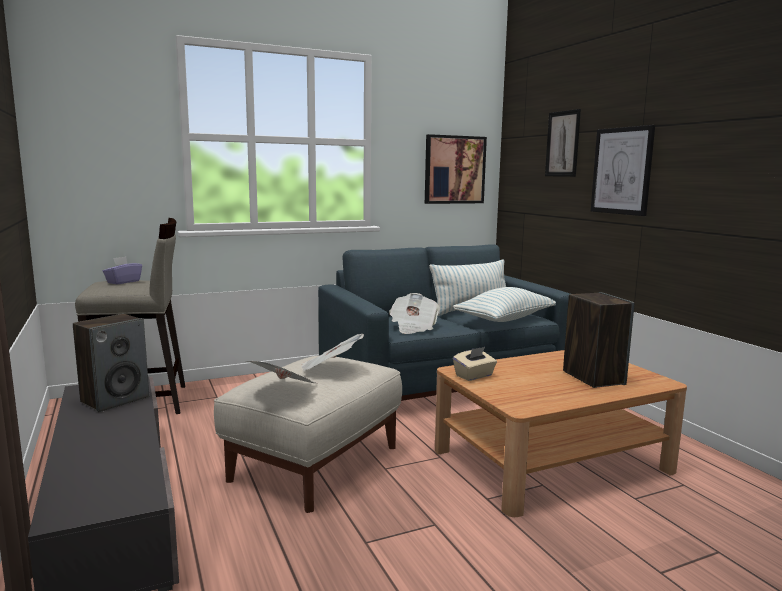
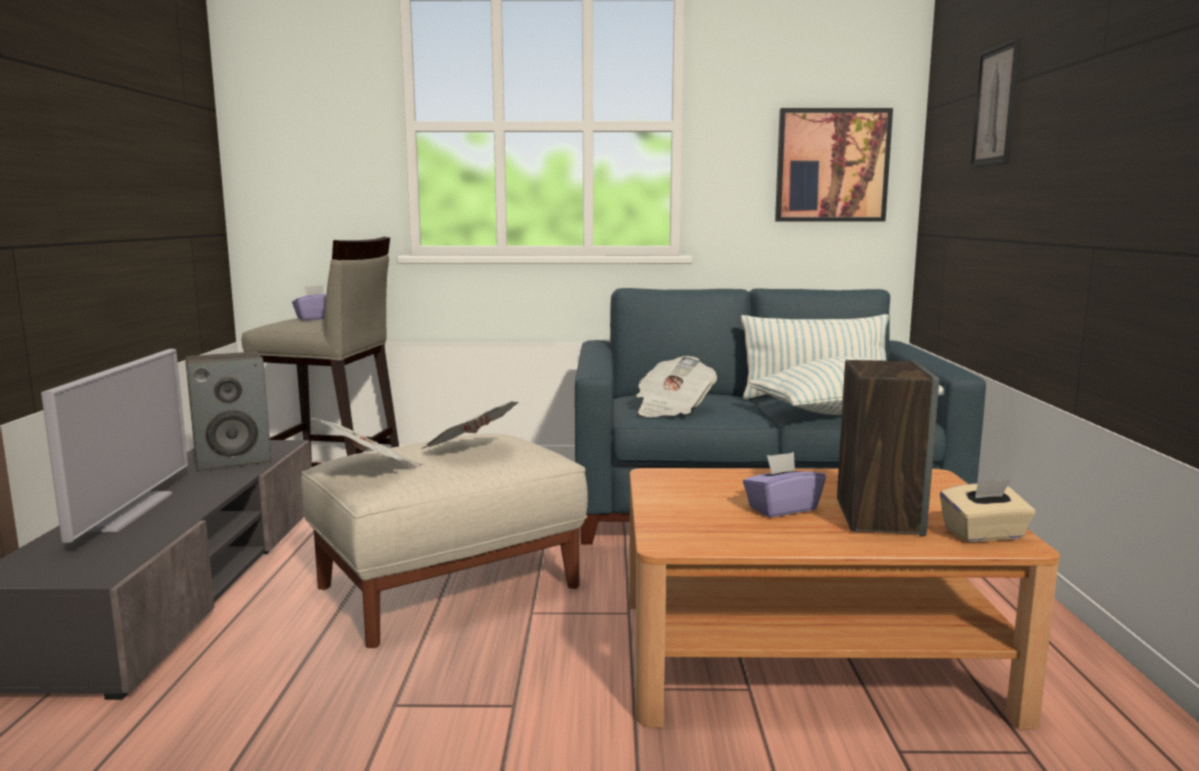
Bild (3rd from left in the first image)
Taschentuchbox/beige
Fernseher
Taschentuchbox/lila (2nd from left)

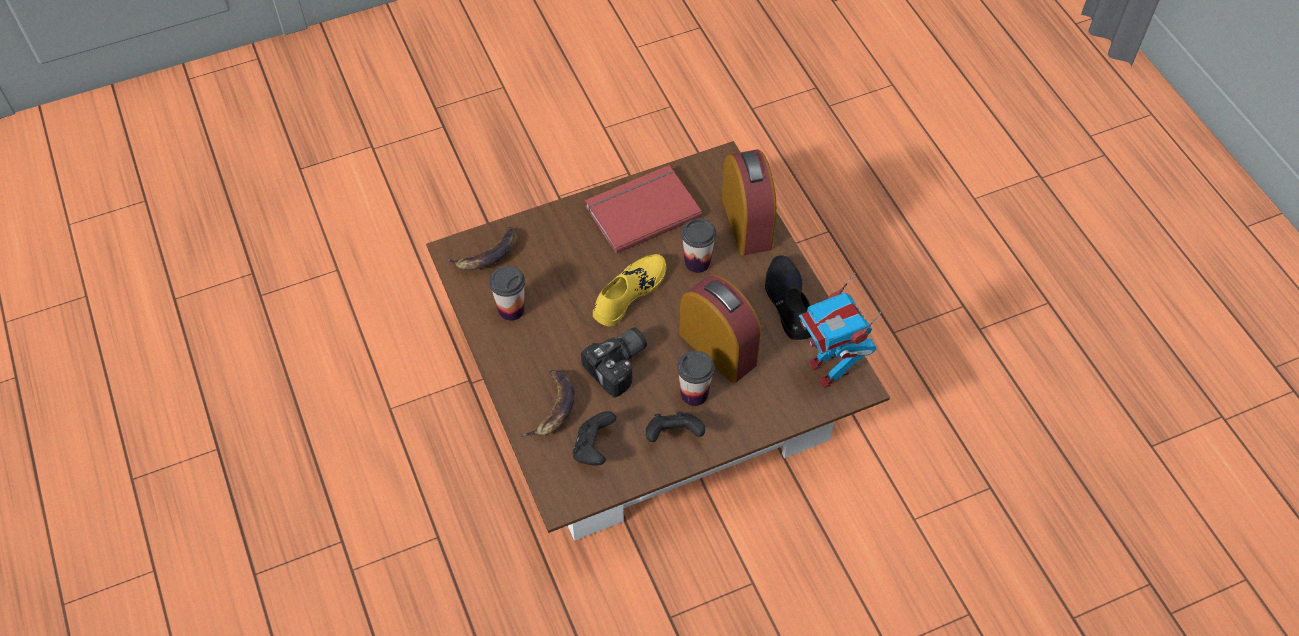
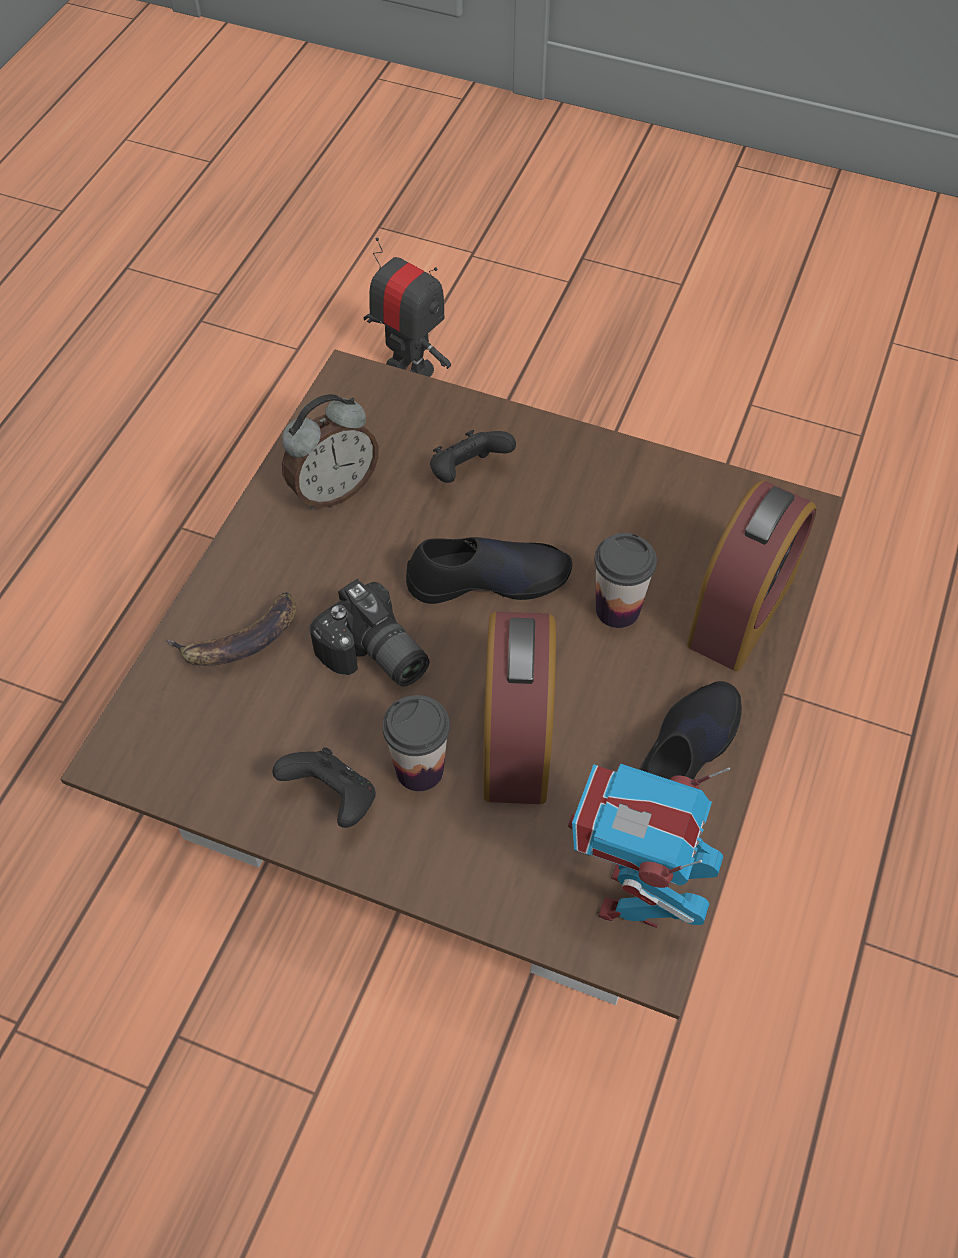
Buch/rot
Banane (1st from left in the first image)
Schuh/schwarz (1st from left)
Wecker (1st from left)
Kamera
Gamepad/schwarz (2nd from left)
Spielzeugroboter (1st from left)

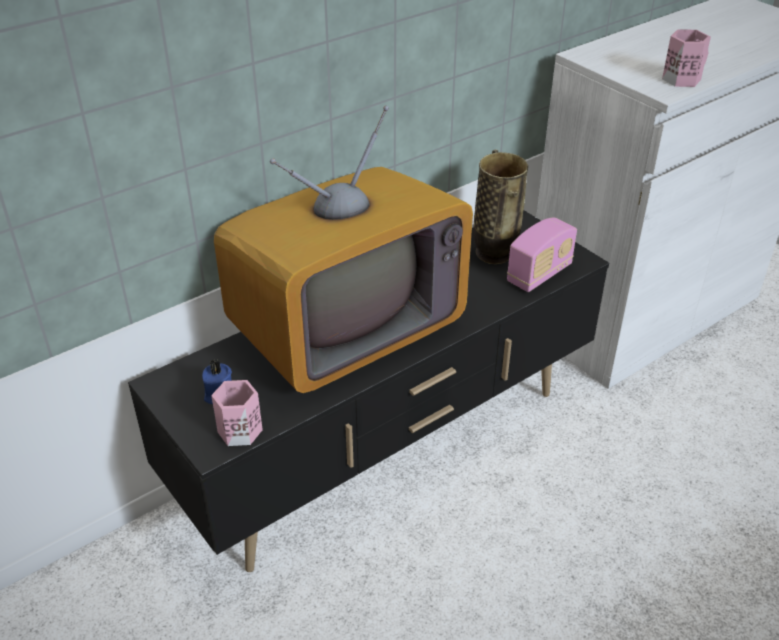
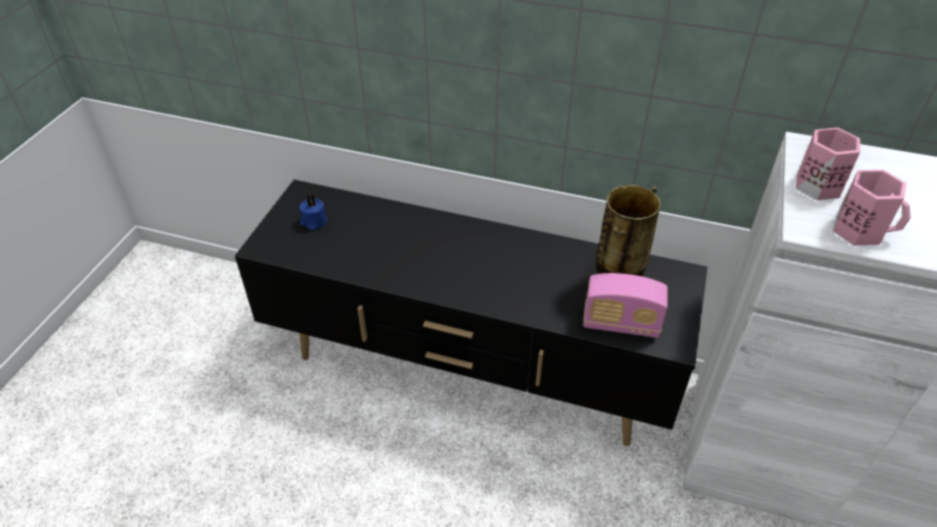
Fernseher
Henkelbecher/rosa (1st from left)

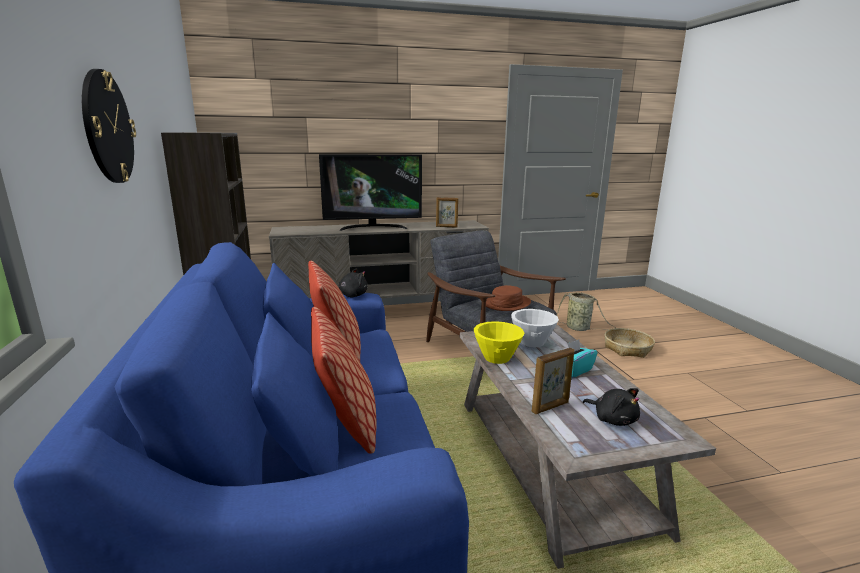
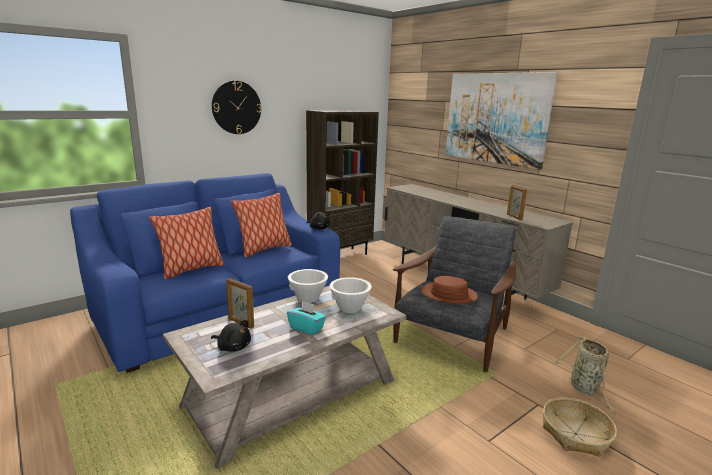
Fernseher
Schüssel/weiß (1st from left)
Plüschtier/schwarz (1st from left)
Bild

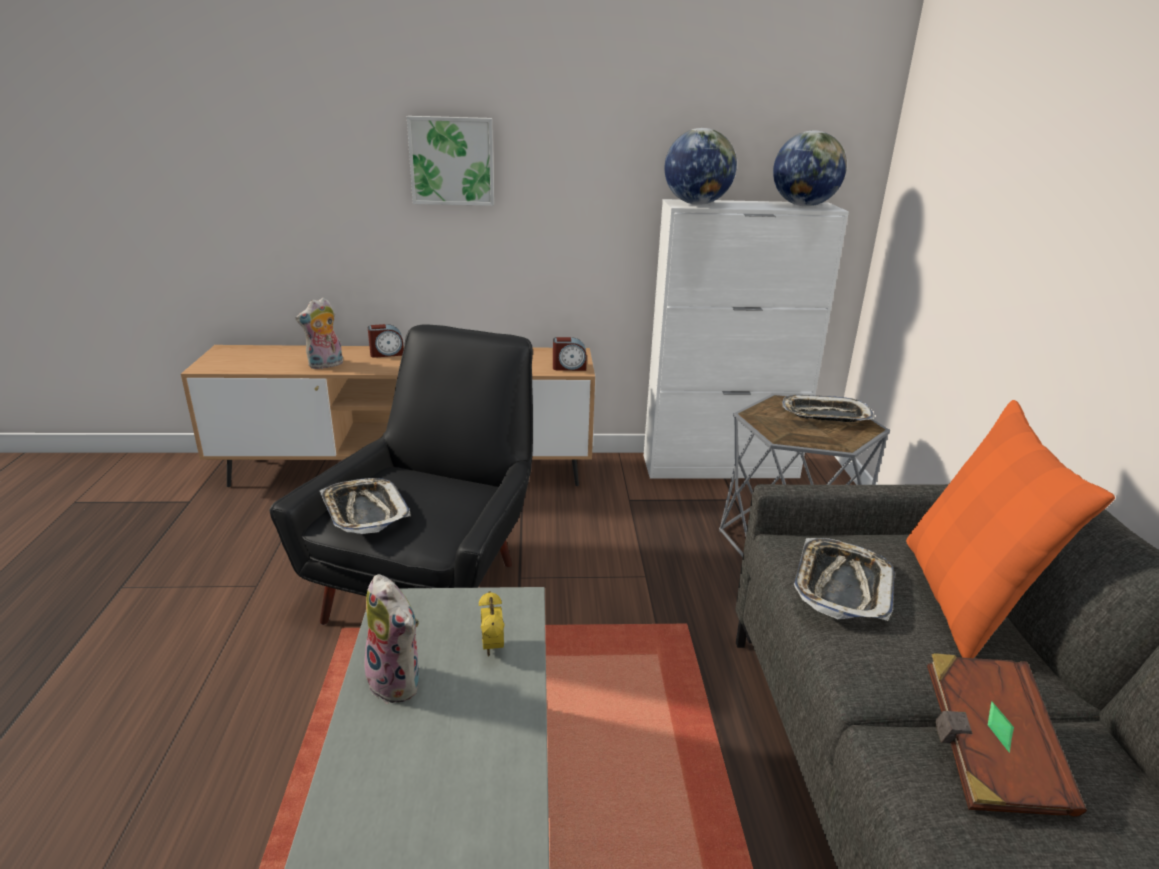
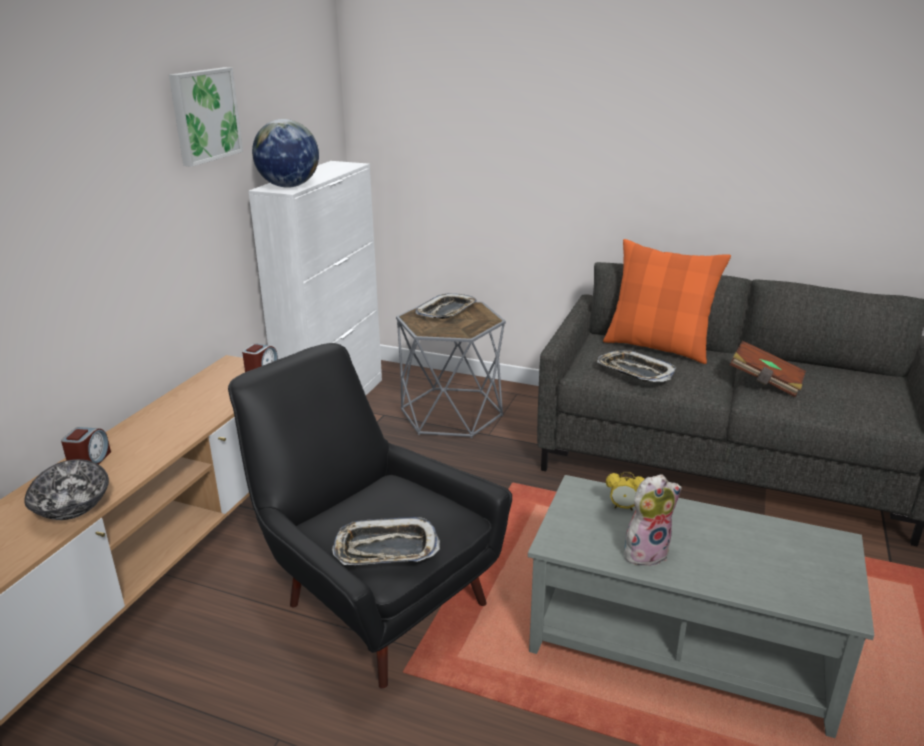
Bild
Globus (2nd from left in the first image)
Schüssel

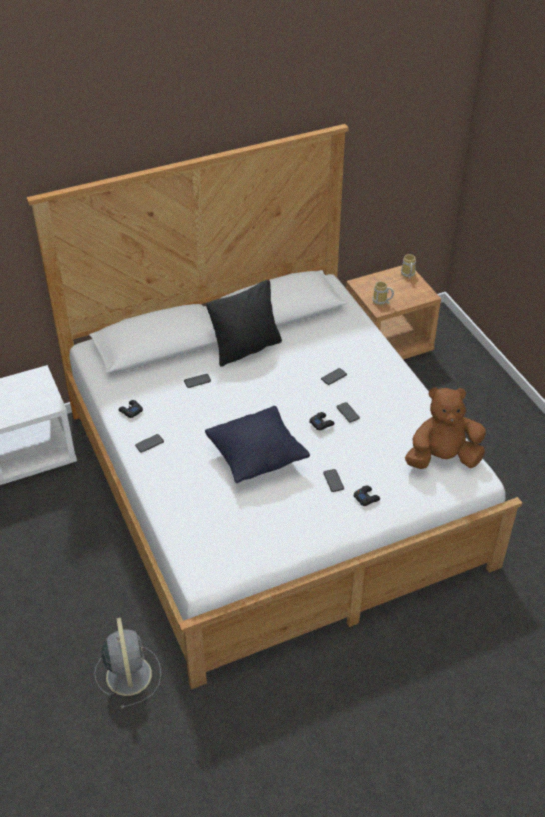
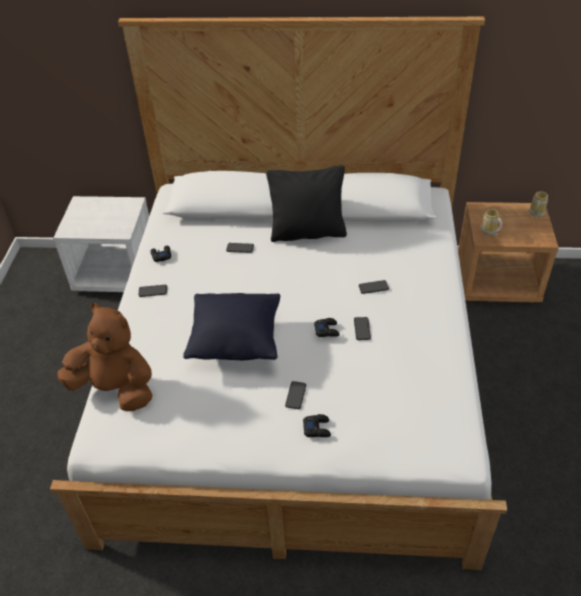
Plüschtier/braun
Ventilator/grau

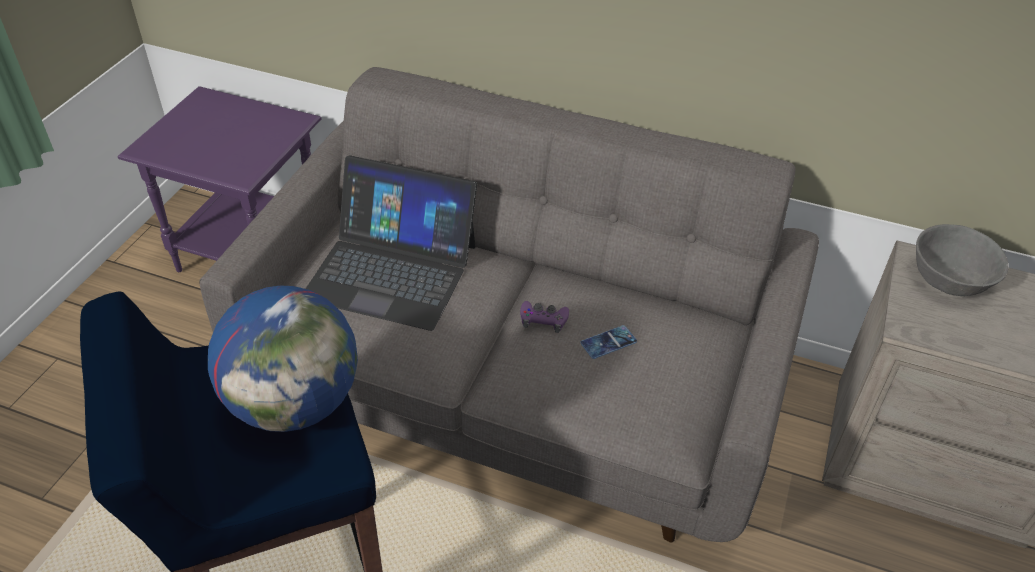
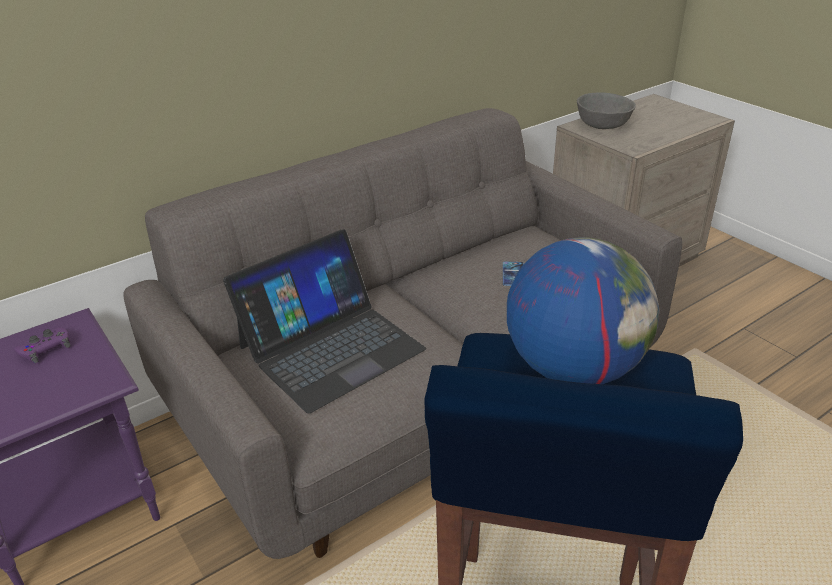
Gamepad/lila

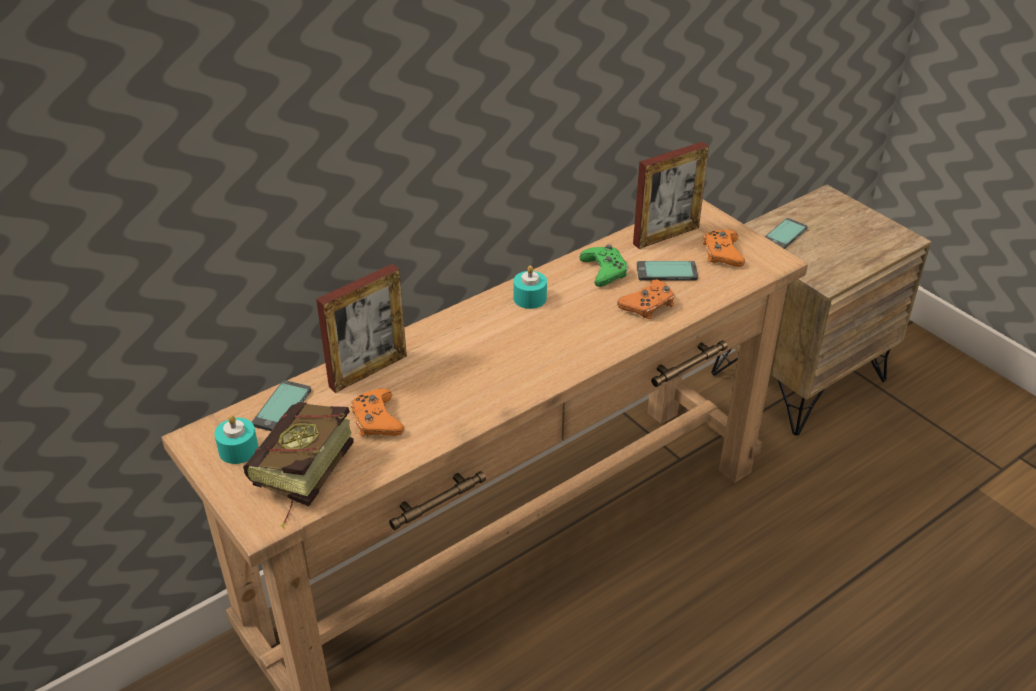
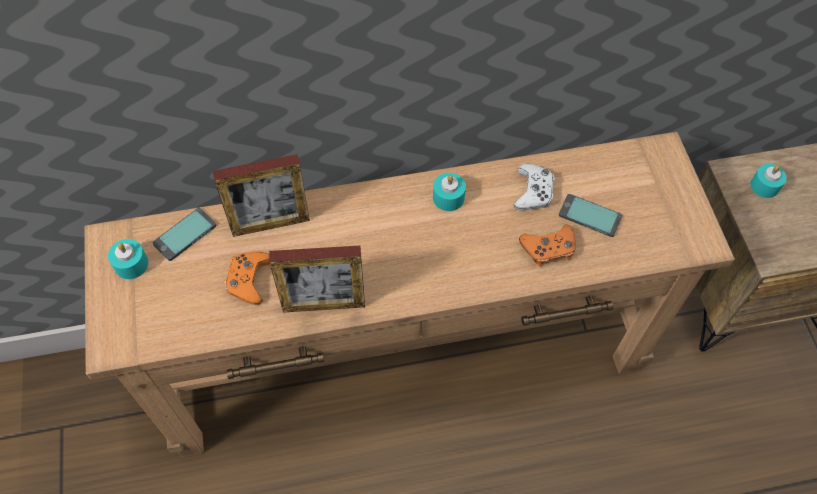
Bilderrahmen (2nd from left)
Kerze/türkis (3rd from left)
Gamepad/orange (3rd from left in the first image)
Gamepad/weiß
Buch

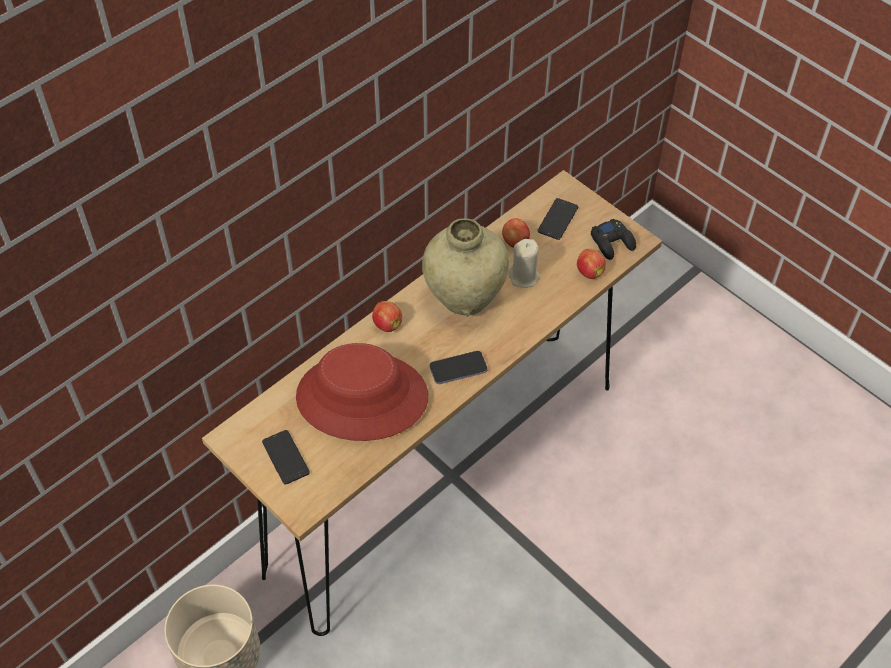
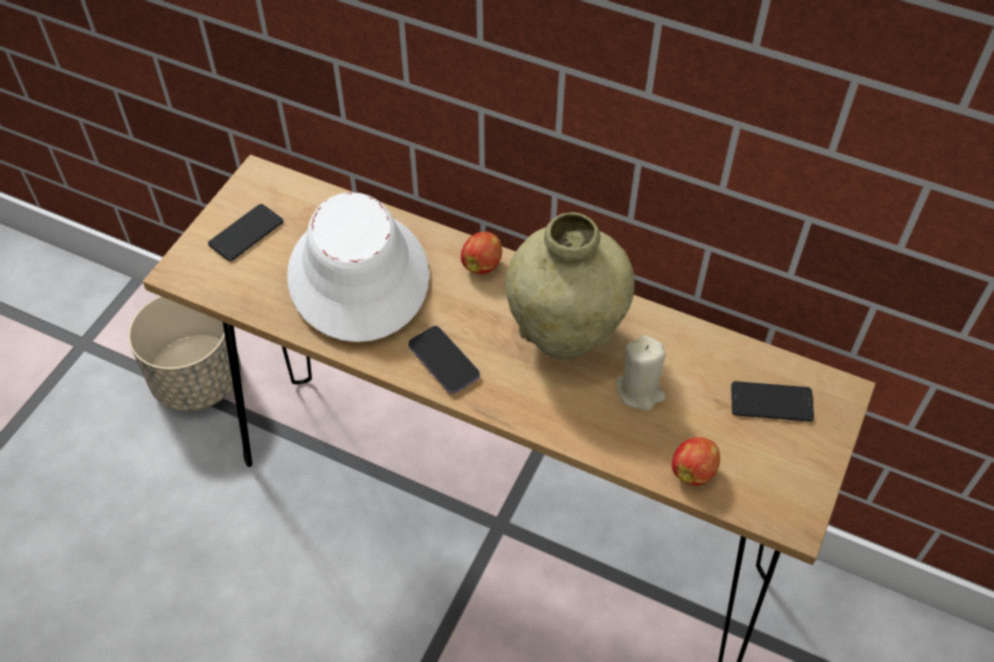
Apfel (2nd from left in the first image)
Gamepad/schwarz
Hut/weiß

